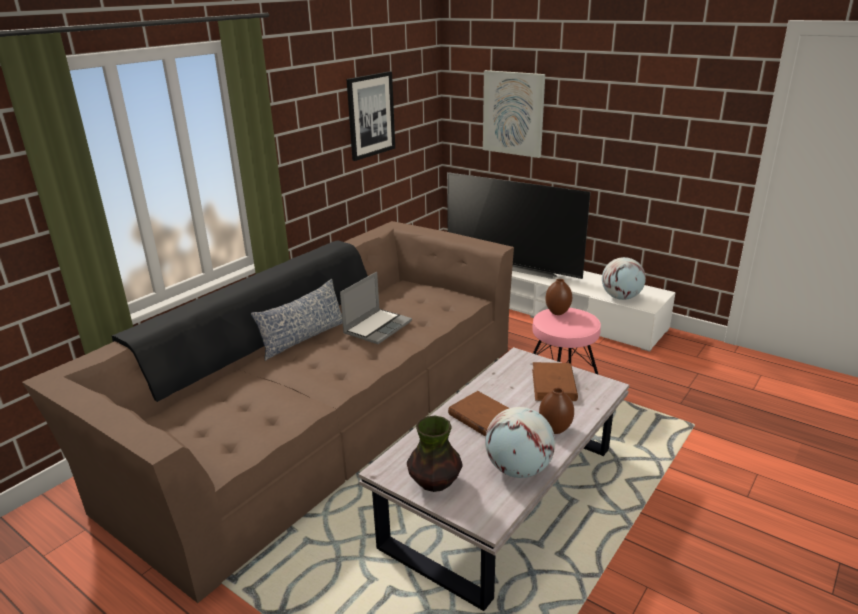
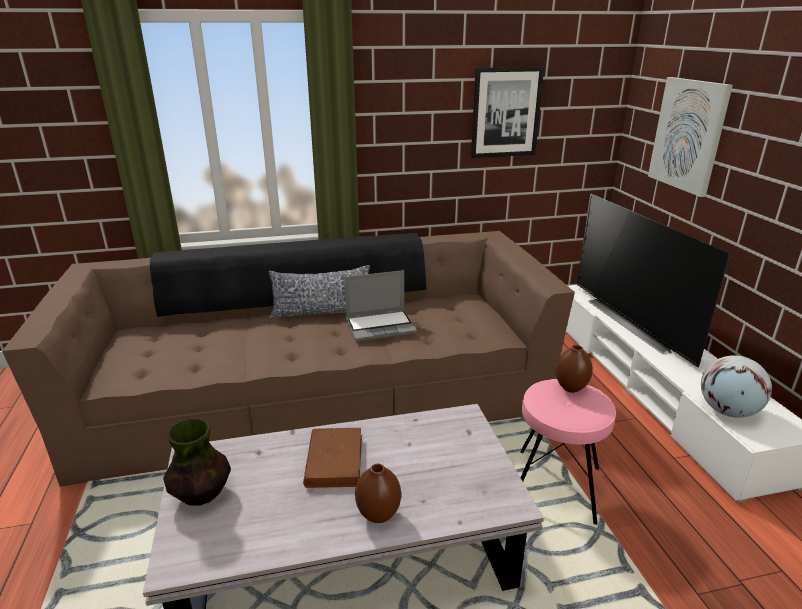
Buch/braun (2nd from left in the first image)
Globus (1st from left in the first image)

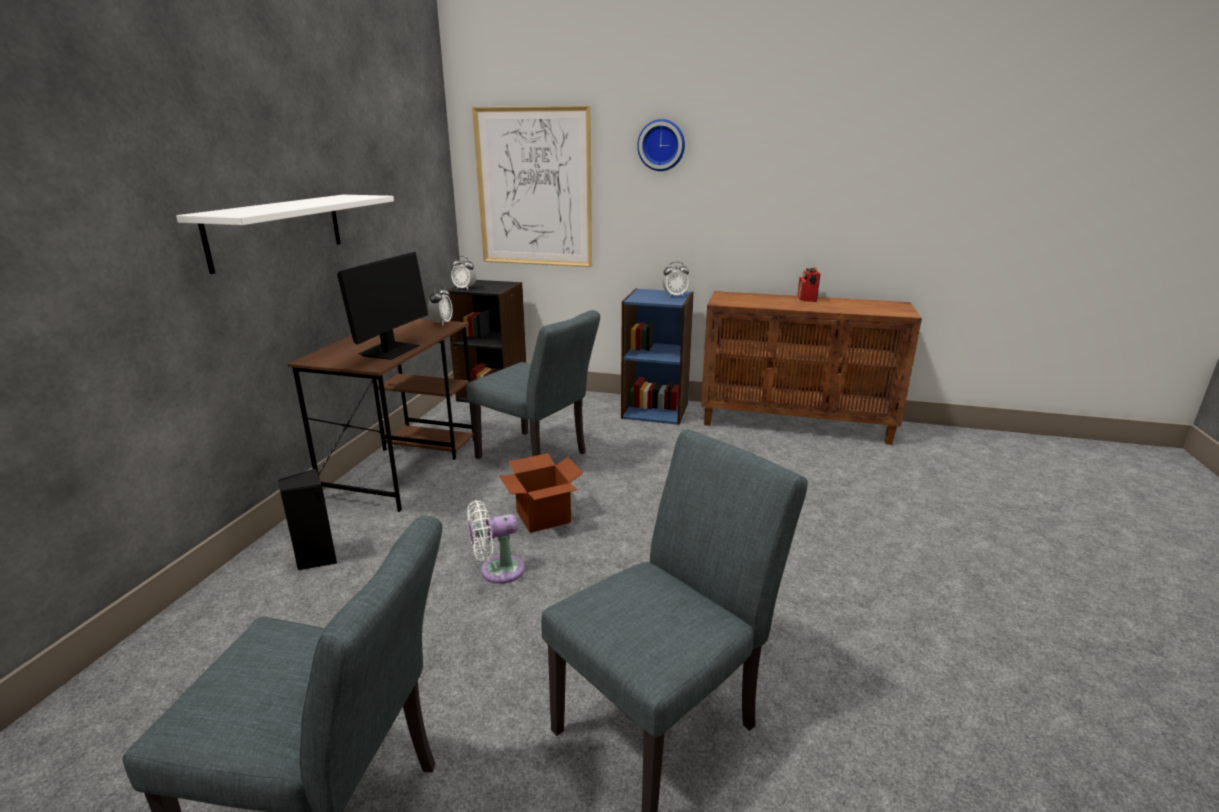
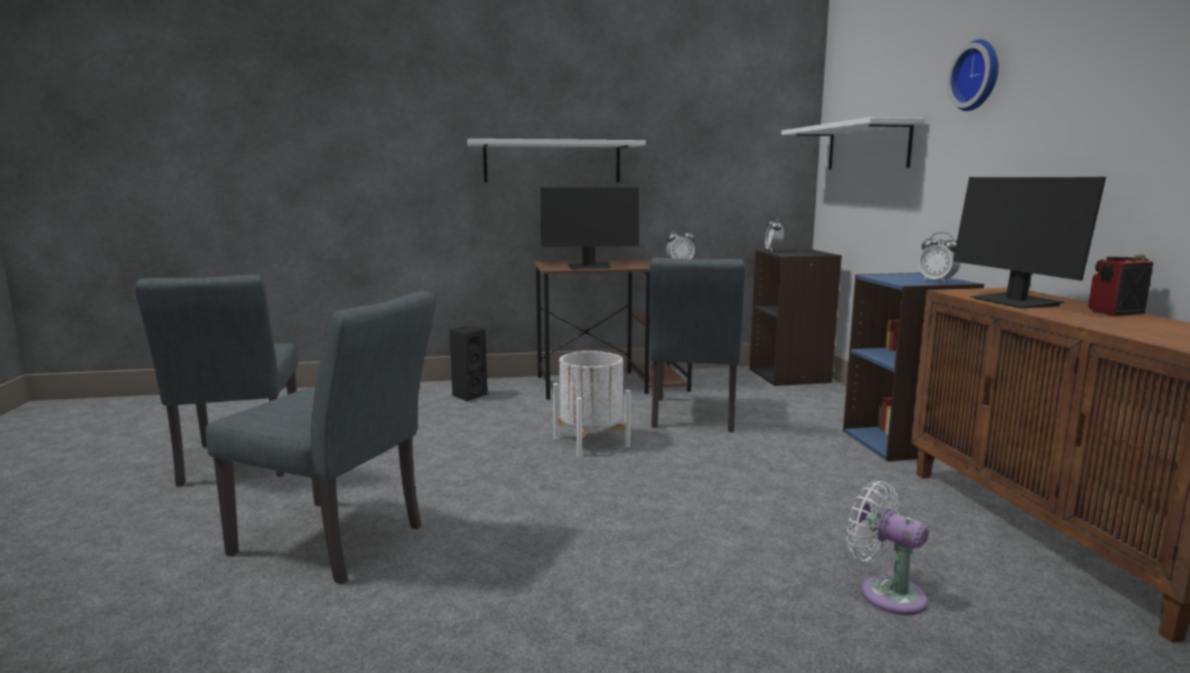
Wandregal/weiß (2nd from left)
Pflanzkübel/weiß
Ventilator/weiß
Monitor (2nd from left)

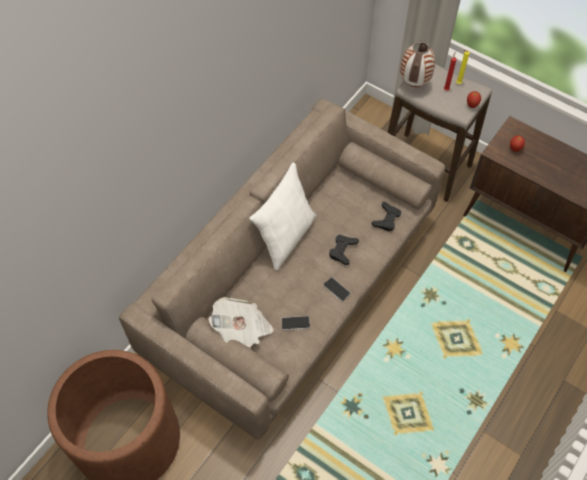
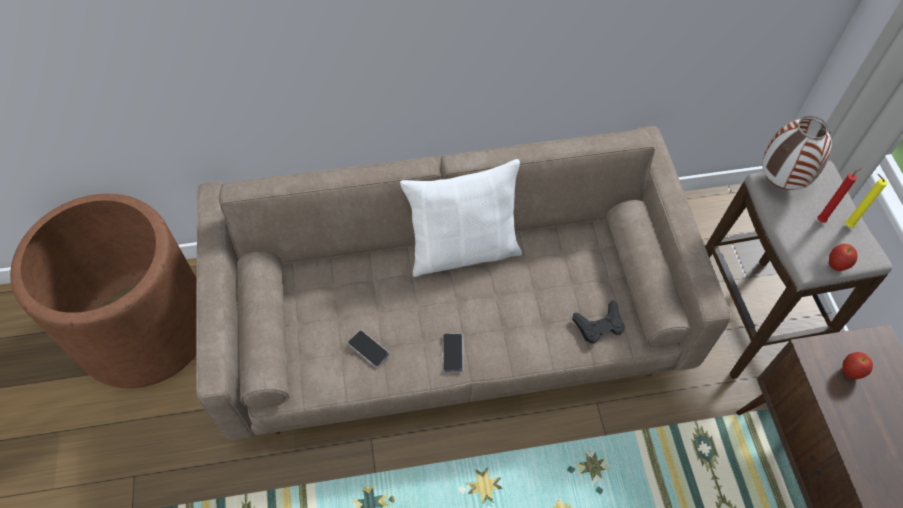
Gamepad/schwarz (1st from left in the first image)
Zeitung

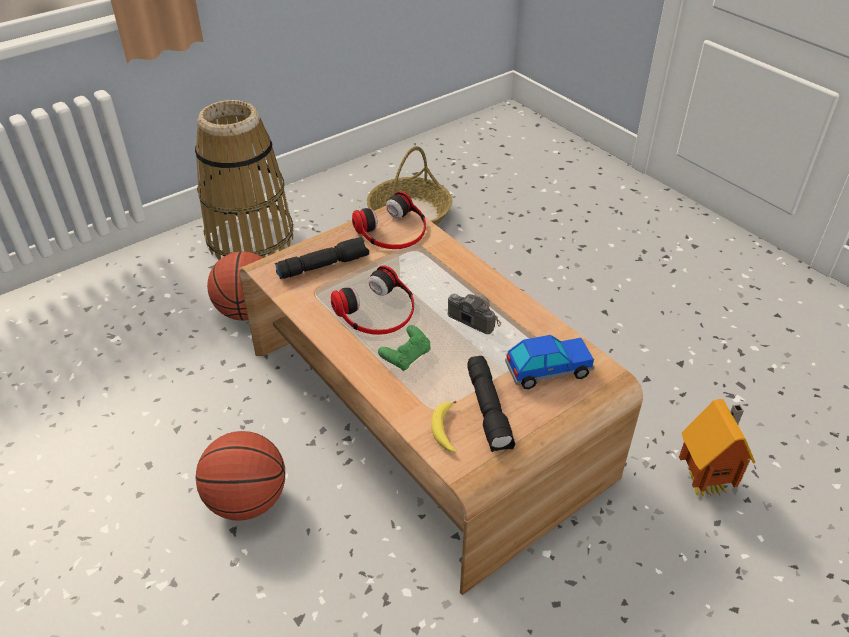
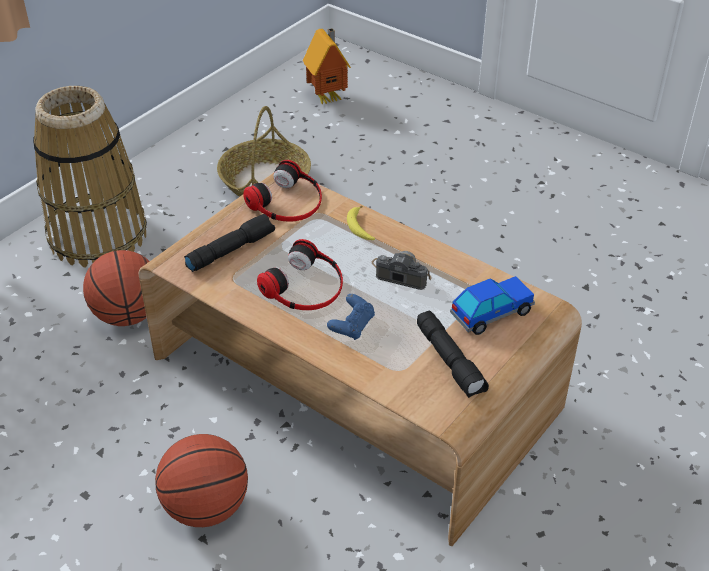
Gamepad/blau
Spielzeughaus
Banane

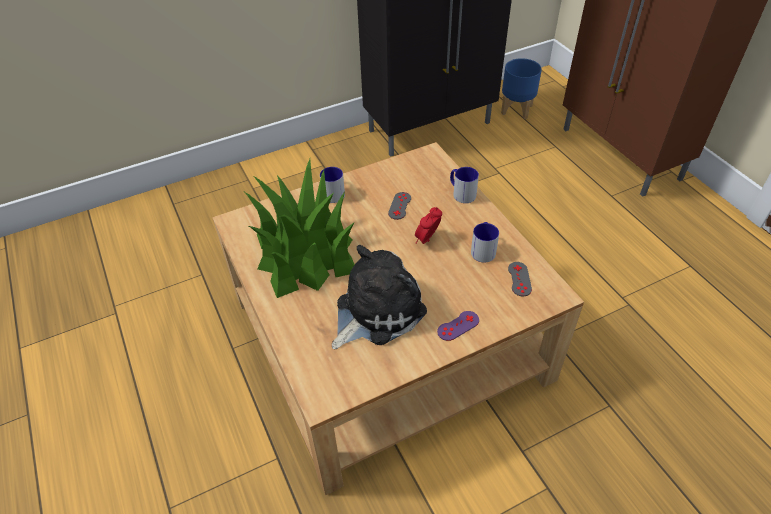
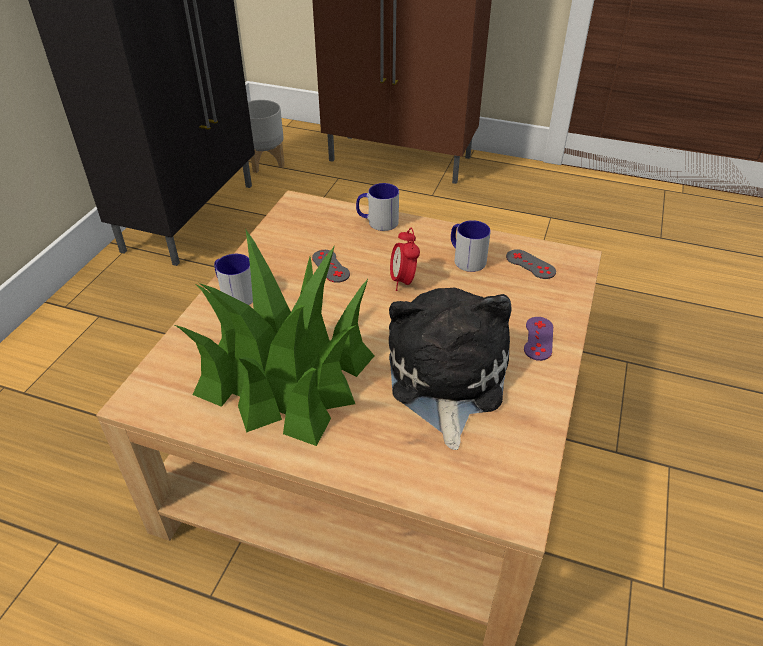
Pflanzkübel/grau

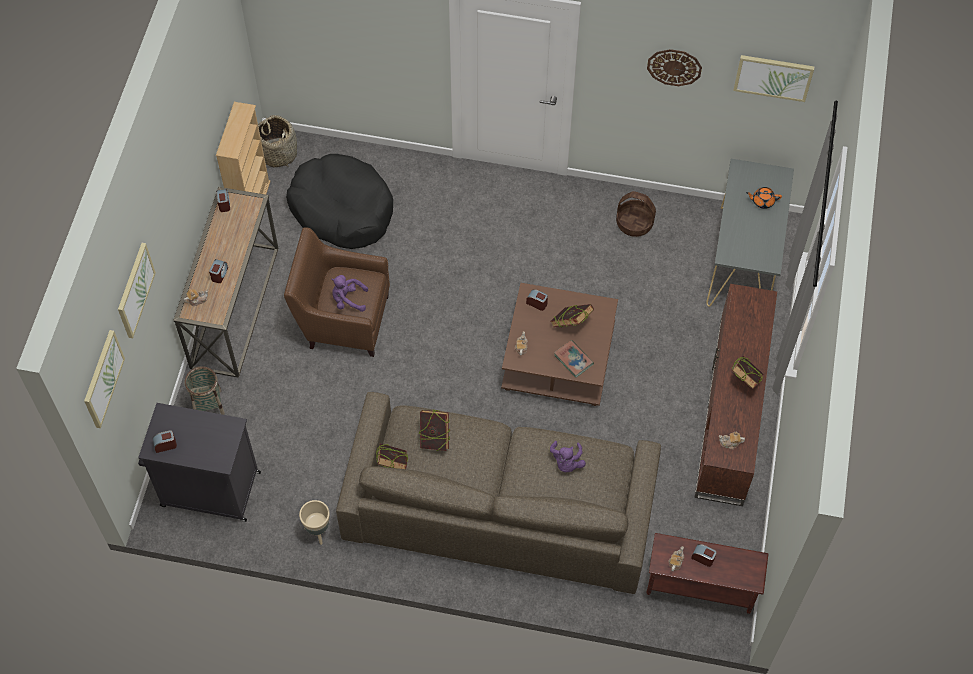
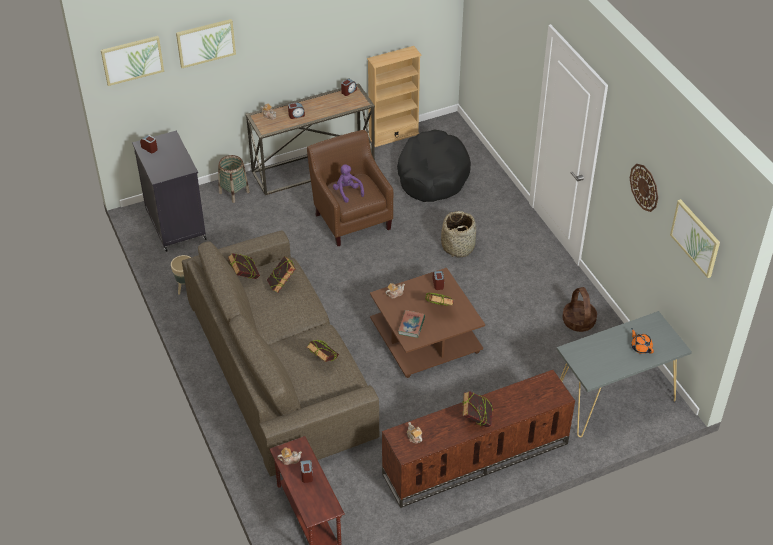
Korb (2nd from left)
Buch (3rd from left)

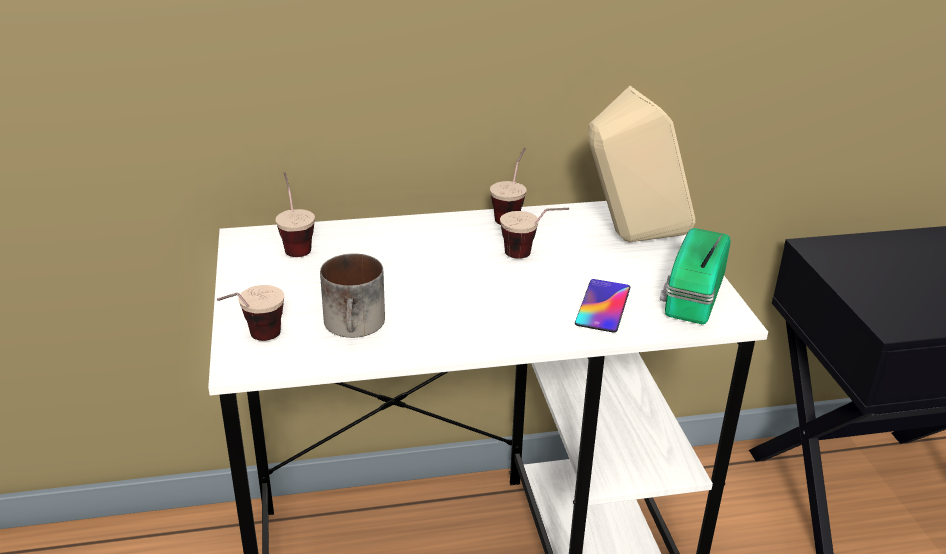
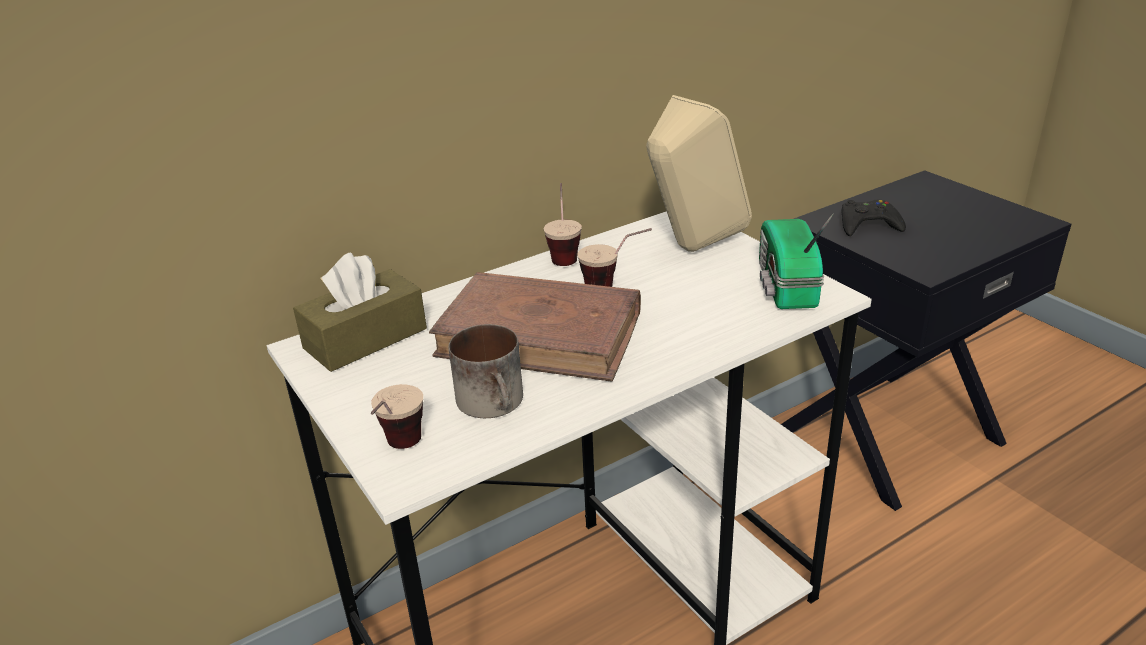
Taschentuchbox/braun
Handy
Gamepad/schwarz
Buch/braun

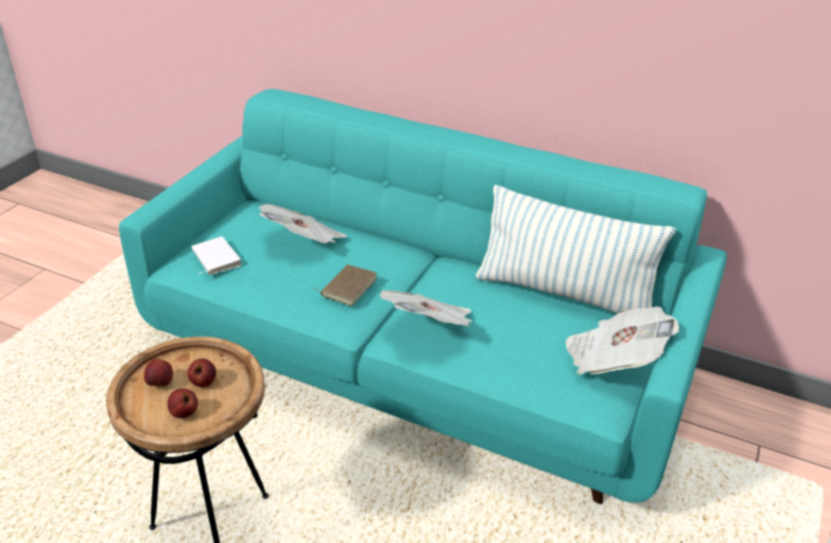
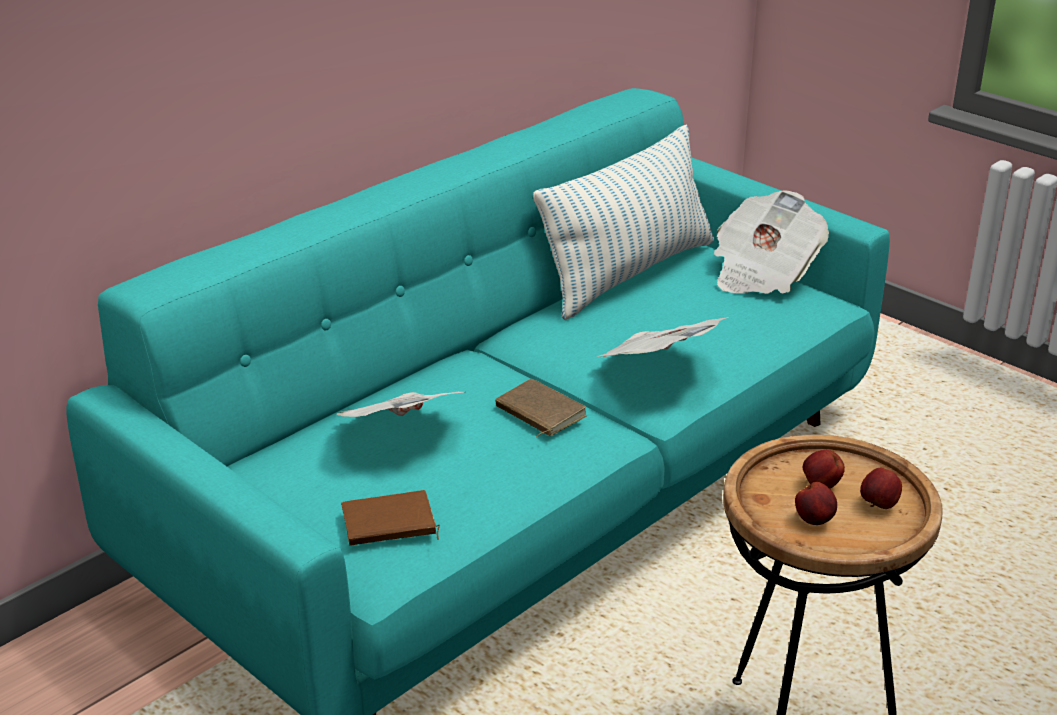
Buch/braun (1st from left)

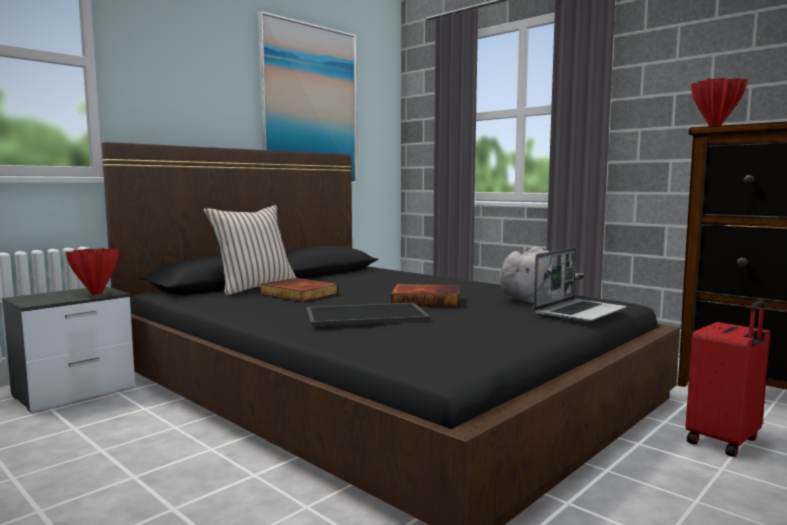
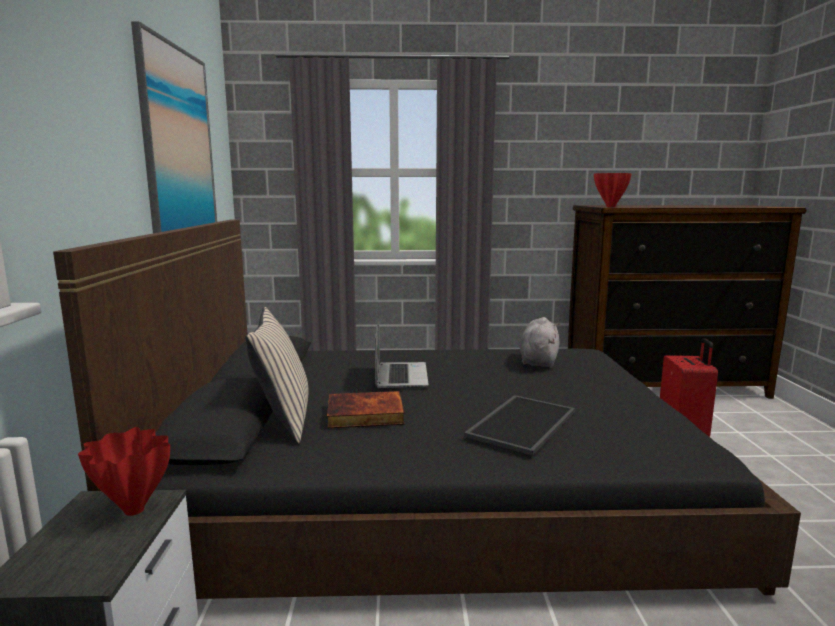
Laptop
Buch (2nd from left in the first image)

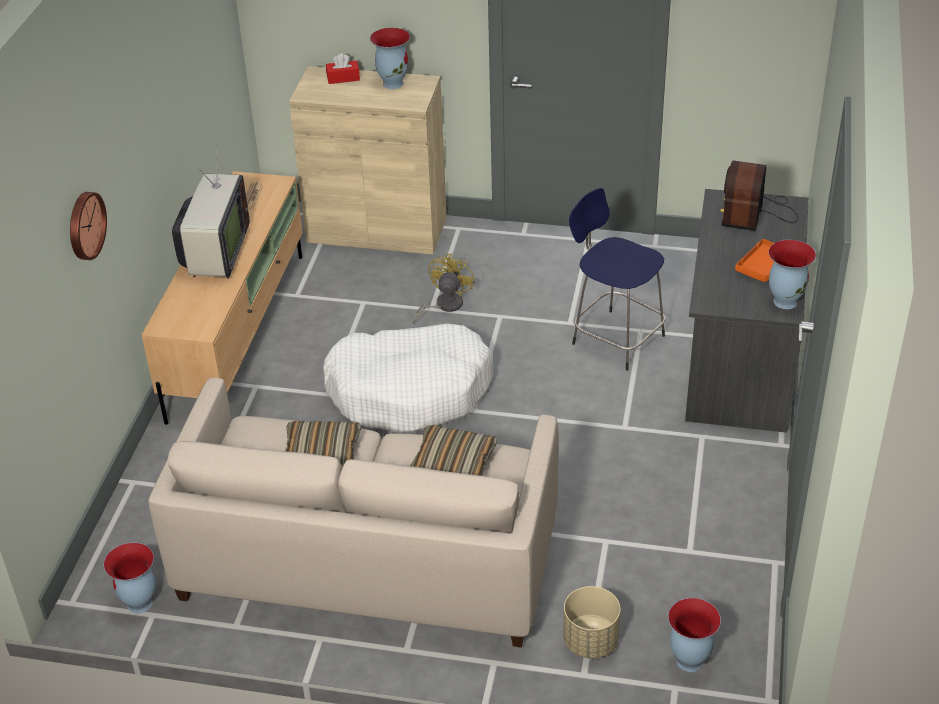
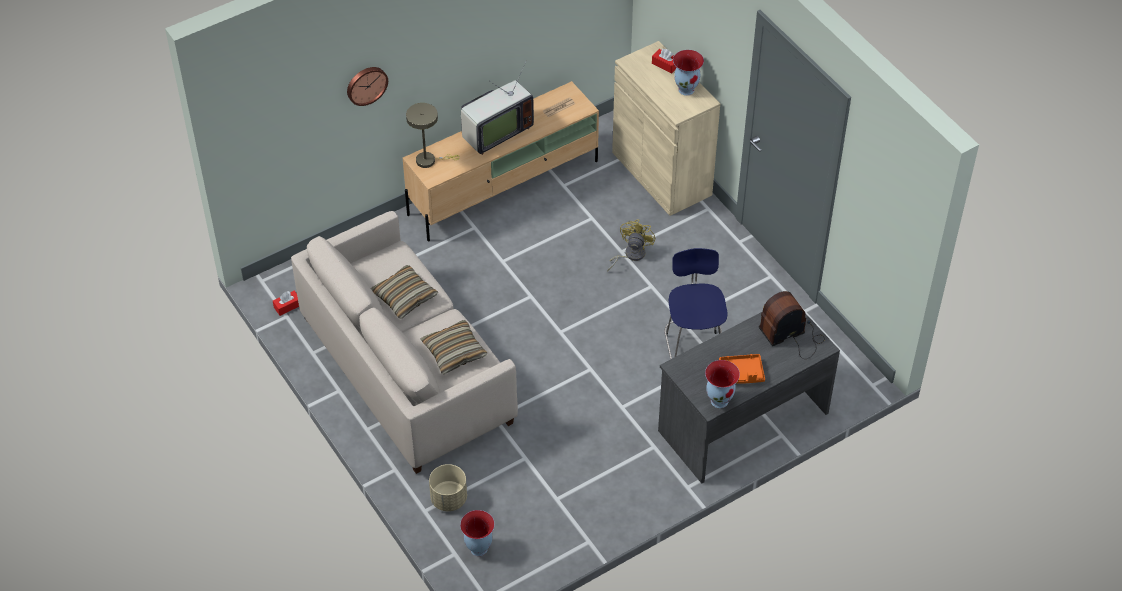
Ventilator/gelb
Hundebett/weiß
Taschentuchbox/rot (1st from left)
Tischlampe/beige

